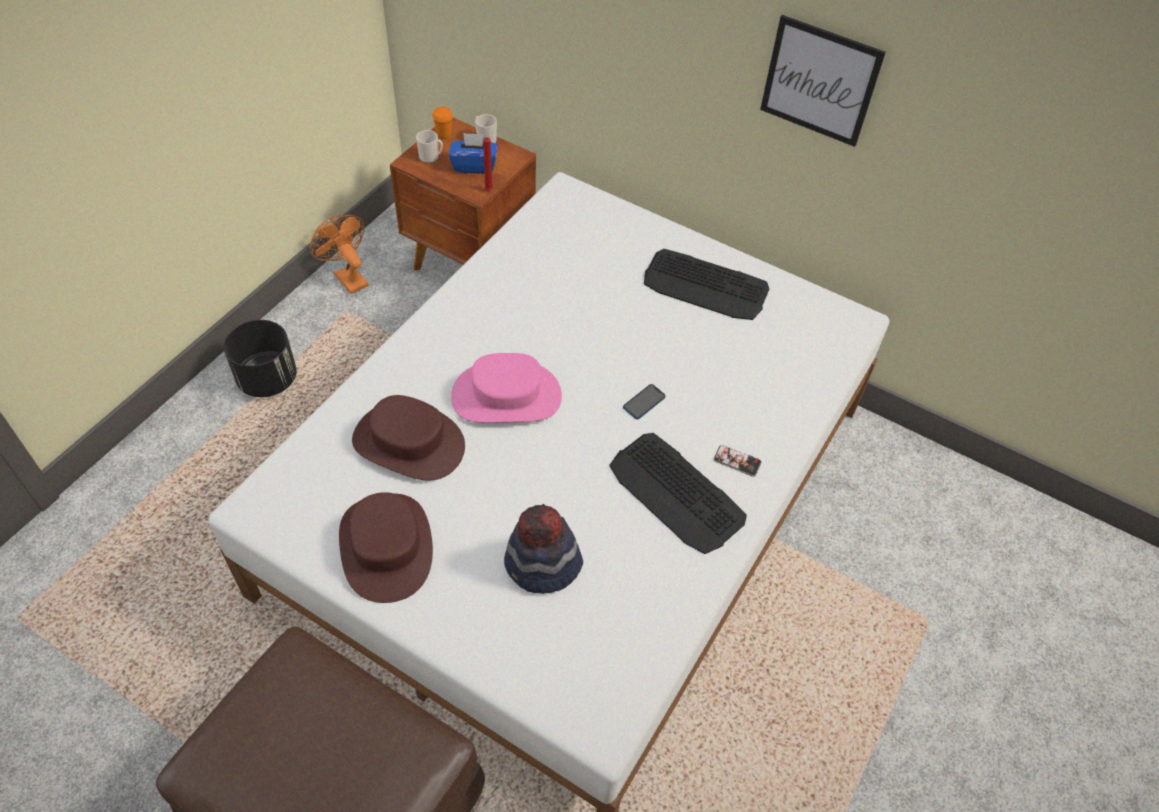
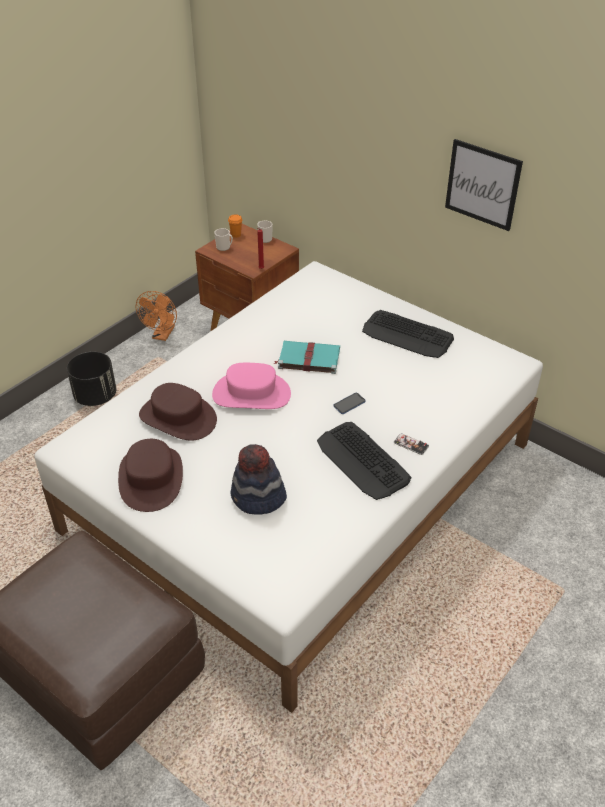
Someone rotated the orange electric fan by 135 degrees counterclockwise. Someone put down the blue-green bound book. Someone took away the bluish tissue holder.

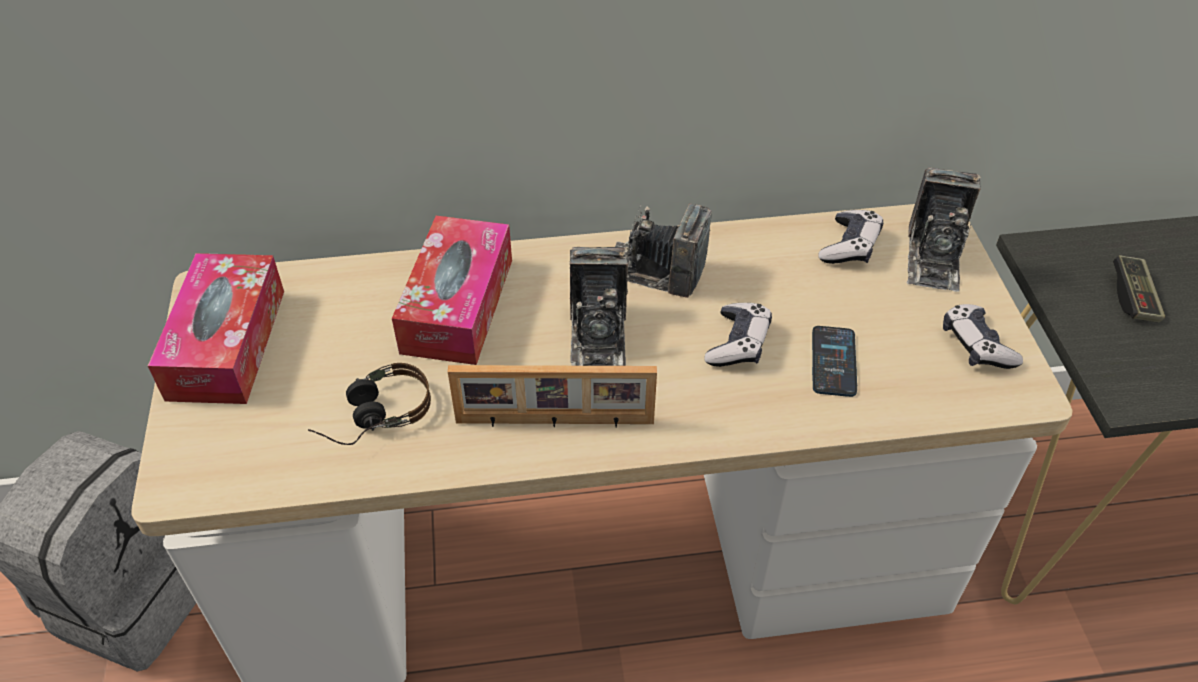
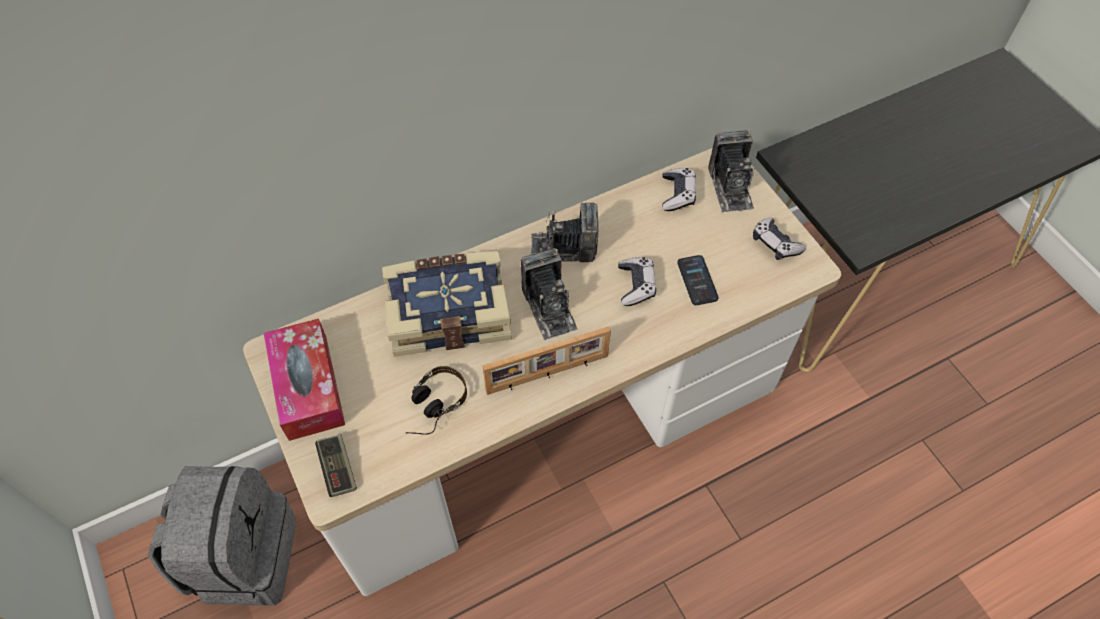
Someone carried the game controller (4th from left in the first image). Someone swapped the tissue holder (2nd from left) for the bound book.

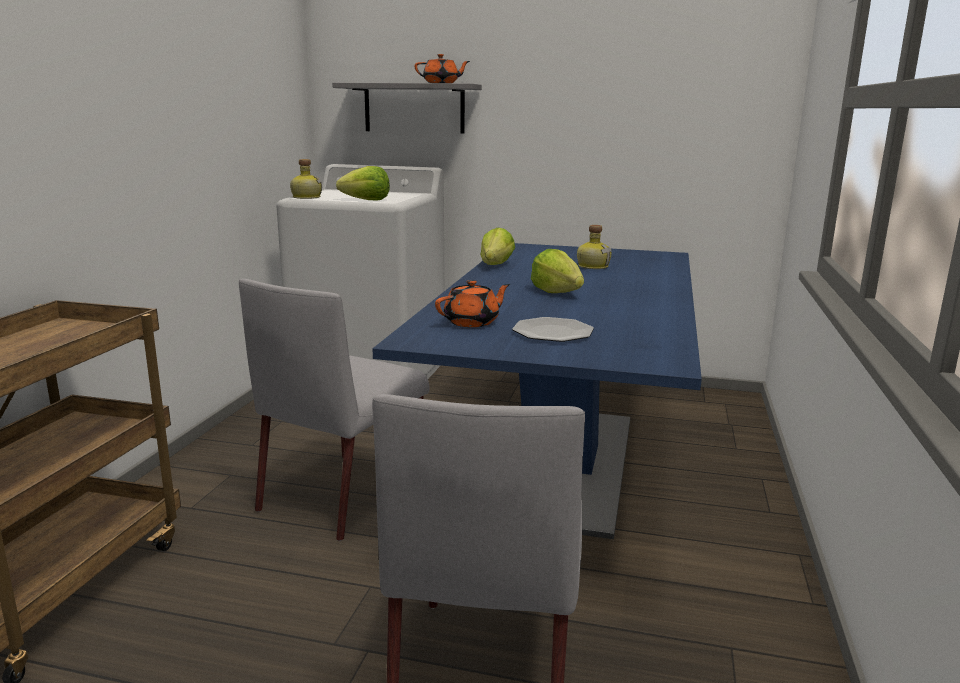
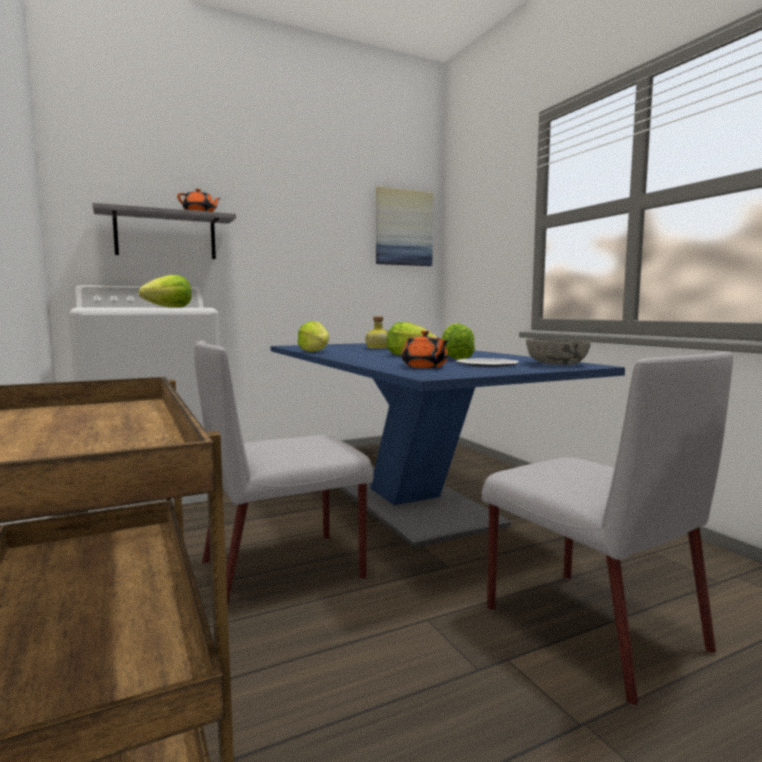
Someone rotated the greyish upright chair (1st from left) by 75 degrees clockwise. Someone put up the wall art. Someone rotated the orange tea pot (2nd from left) by 135 degrees clockwise. Someone put down the lettuce (4th from left). Someone put down the greyish bowl. Someone took away the drink bottle (1st from left).

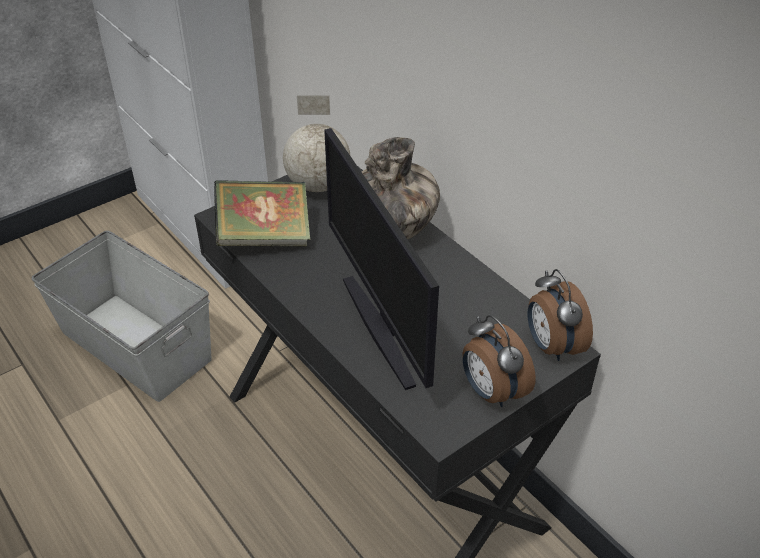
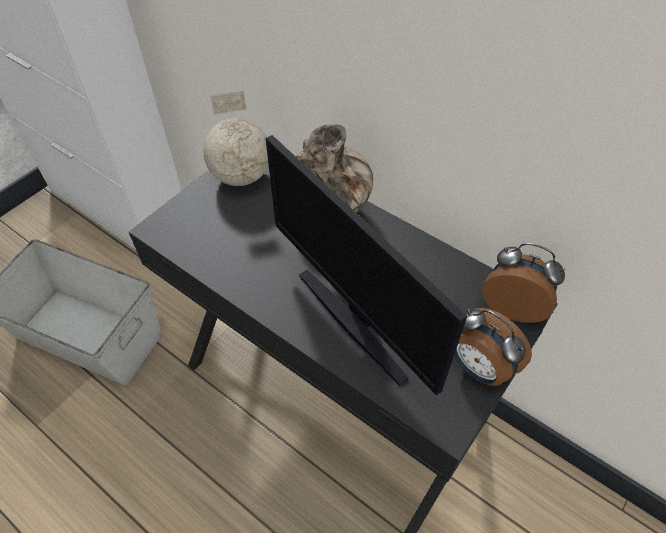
Someone rotated the alarm clock (2nd from left) by 150 degrees clockwise. Someone took away the bound book.

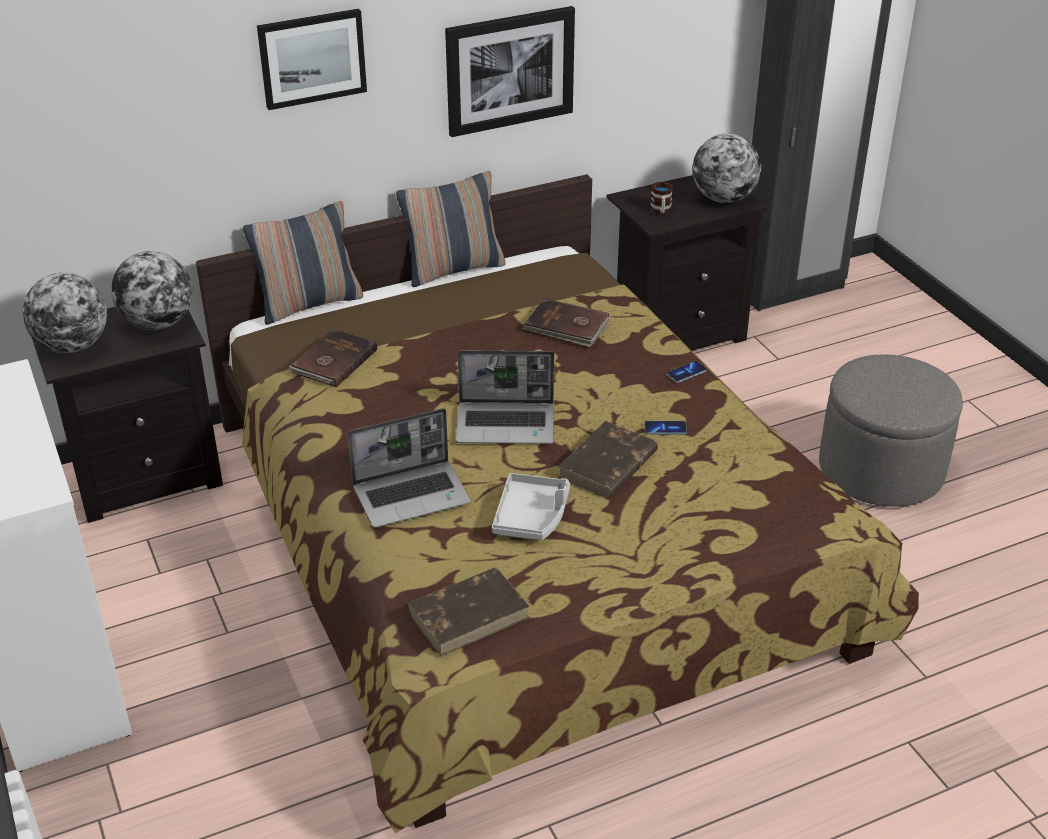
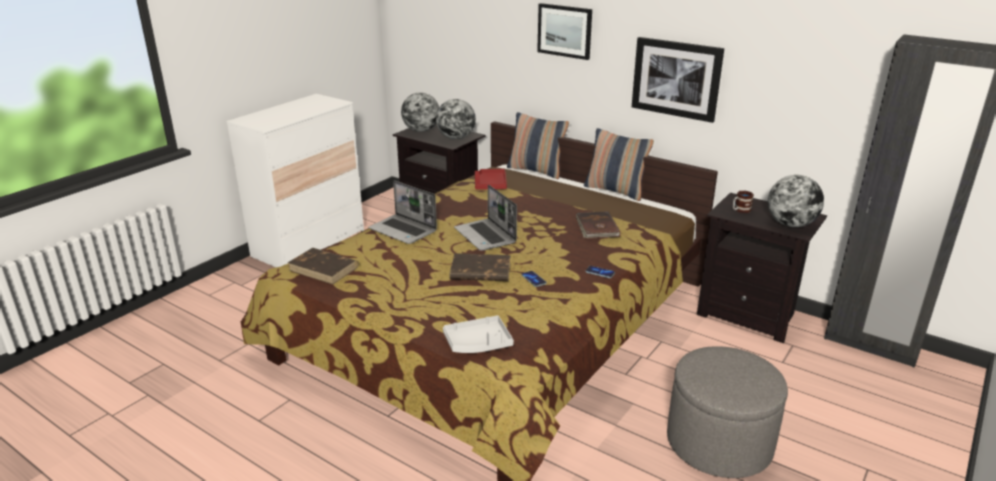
Someone carried the greyish serving tray. Someone swapped the brownish bound book (1st from left) for the red-coloured serving tray.

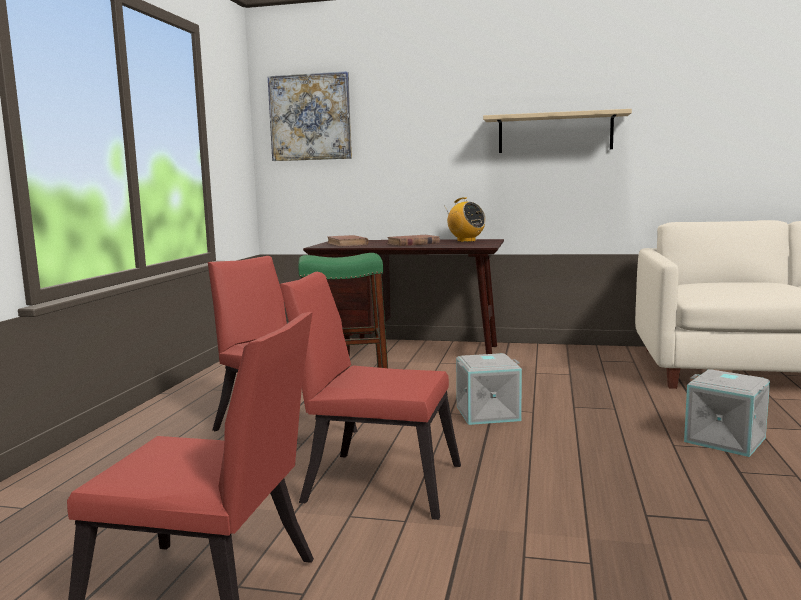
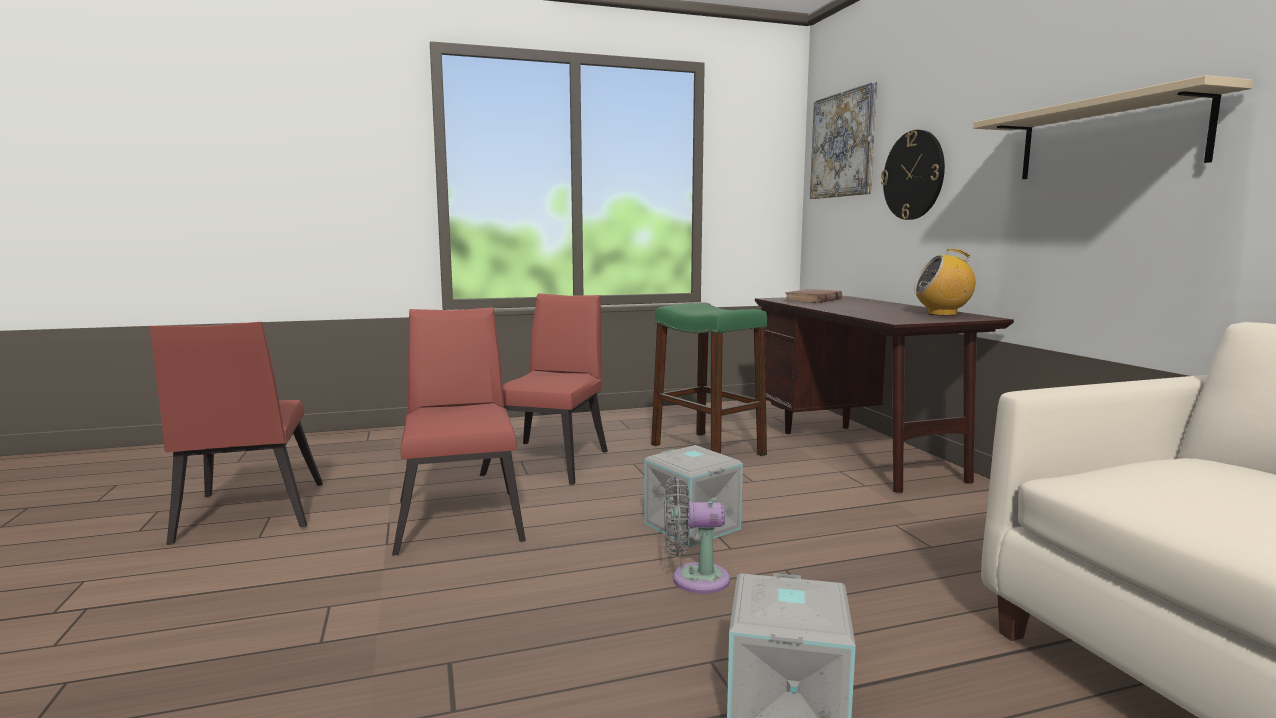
Someone put down the greyish electric fan. Someone put up the wall clock. Someone rotated the radio receiver by 75 degrees clockwise. Someone took away the brownish bound book (2nd from left).

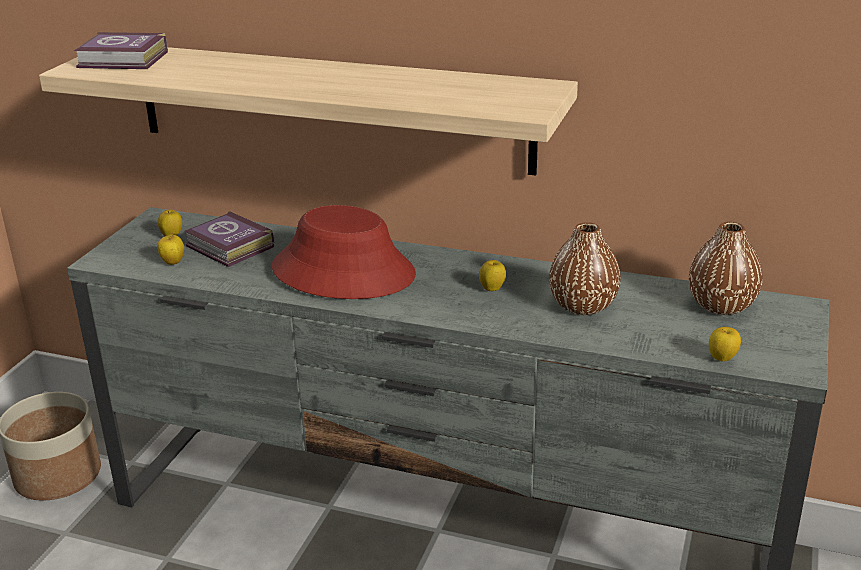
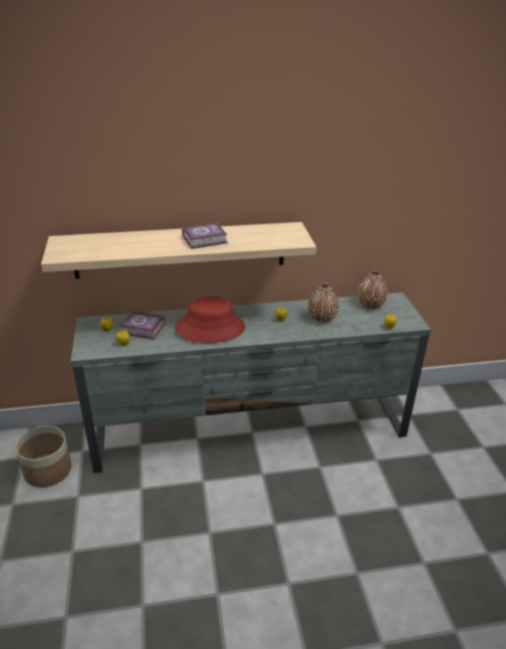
Someone carried the bound book (1st from left in the first image).

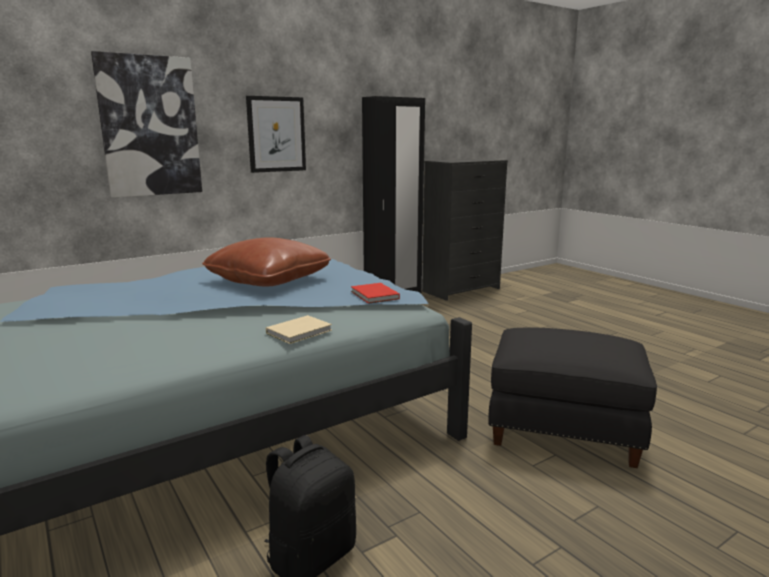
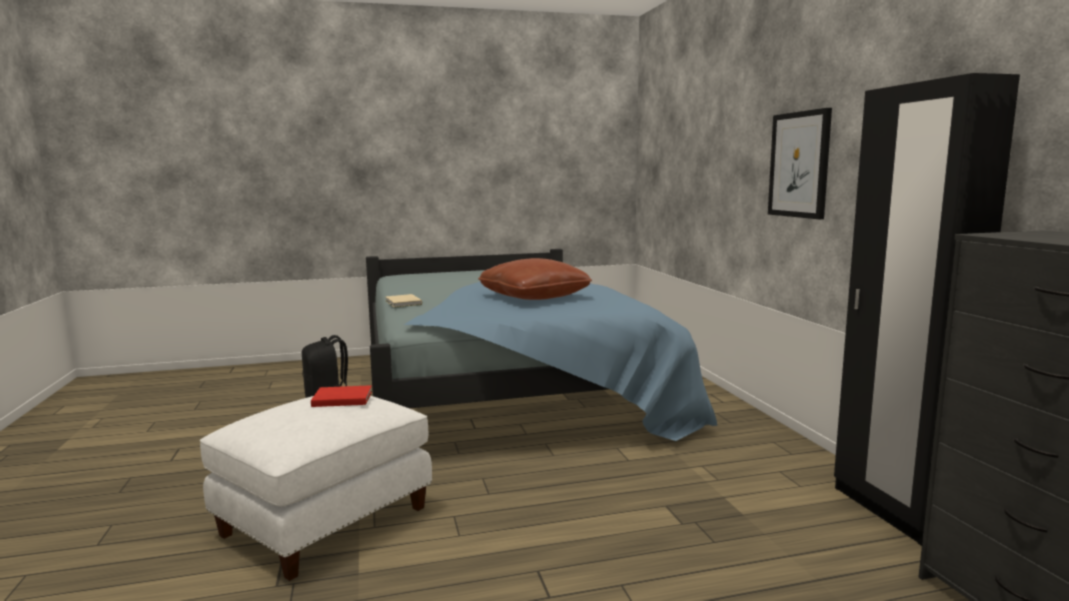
Someone repainted the black footrest, which became the white footrest. Someone carried the red-coloured bound book. Someone took away the wall art (1st from left).

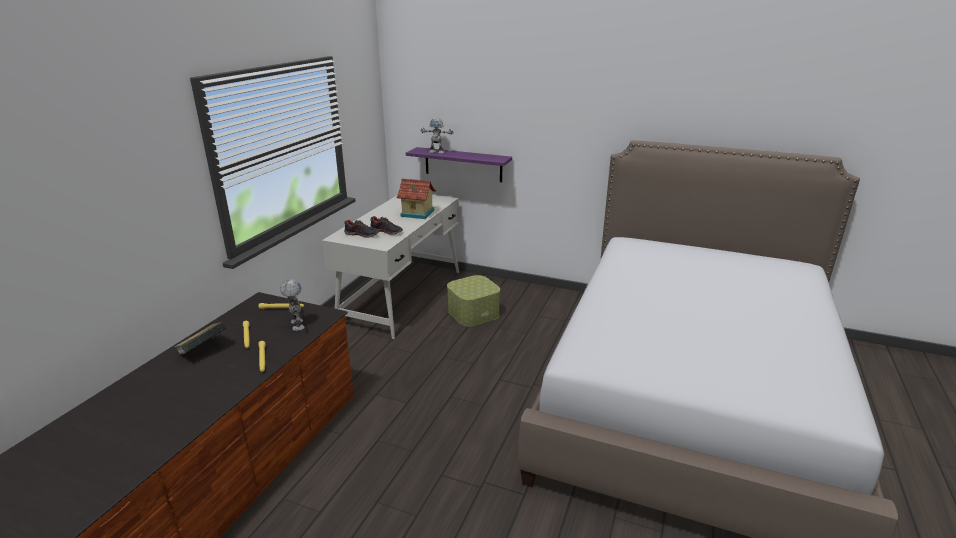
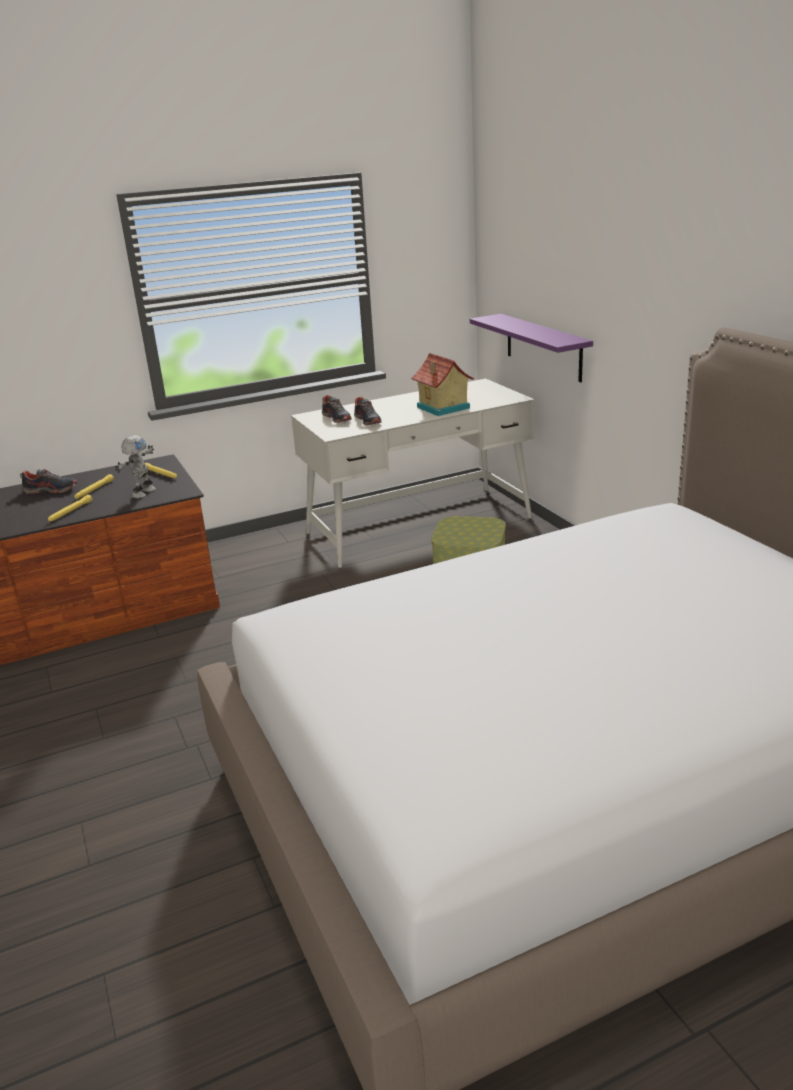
Someone swapped the bound book for the item of footwear (1st from left). Someone took away the model robot (2nd from left).

